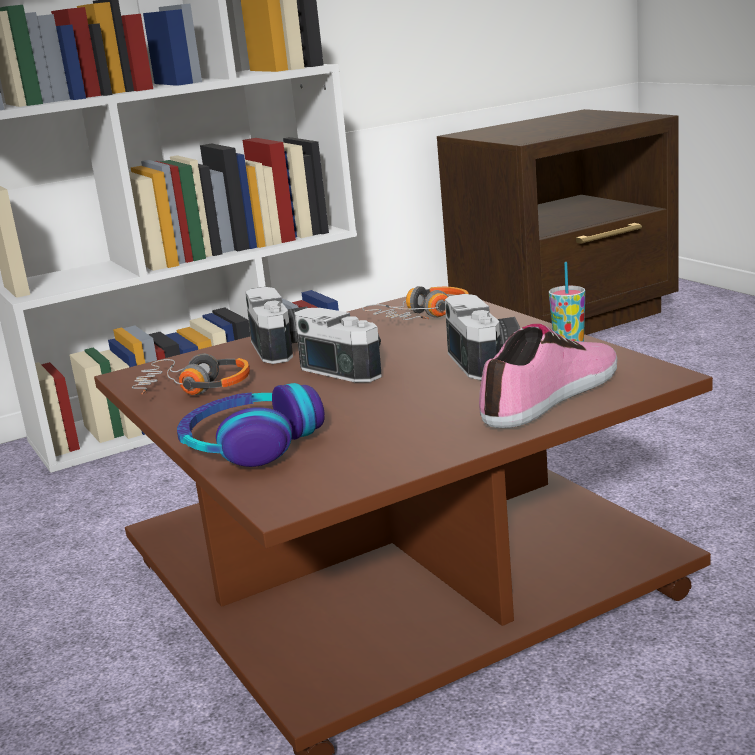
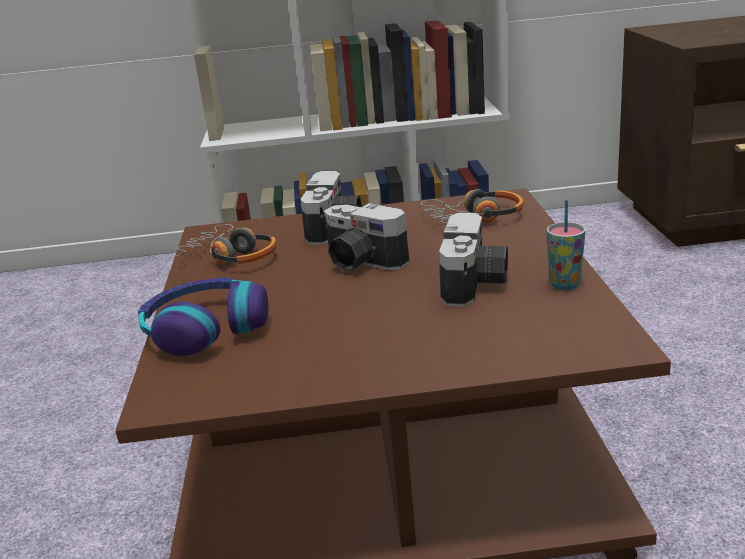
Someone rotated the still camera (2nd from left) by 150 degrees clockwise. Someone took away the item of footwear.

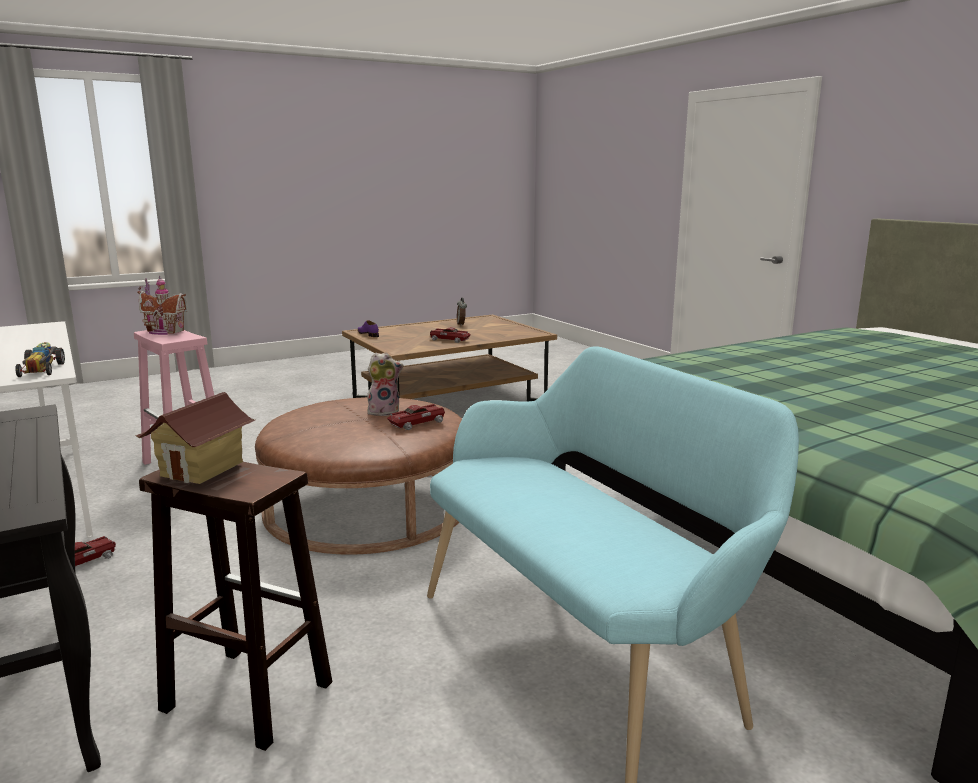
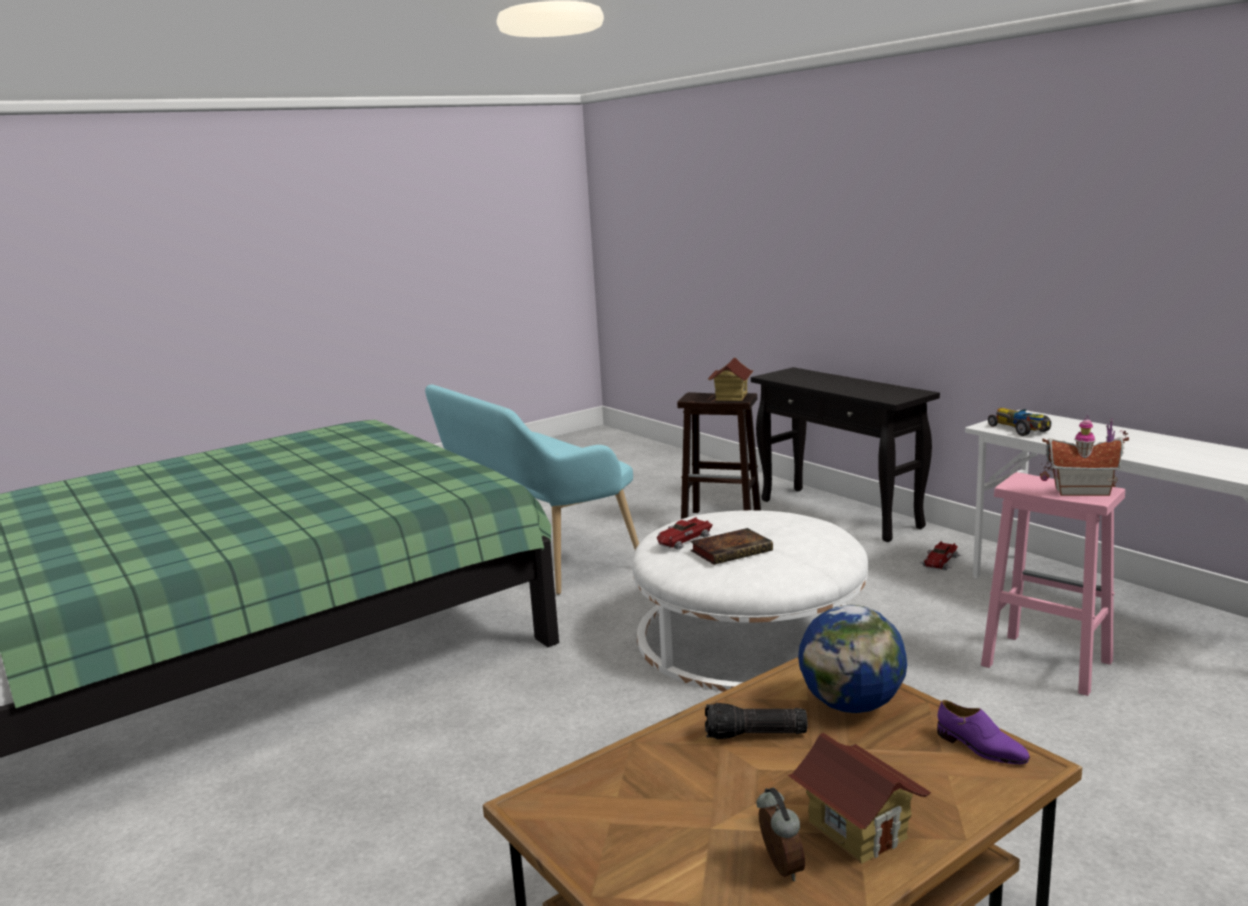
Someone repainted the brownish footrest, which became the white footrest. Someone swapped the plush toy for the bound book. Someone swapped the miniature car (4th from left) for the flashlight. Someone put down the toy house (2nd from left). Someone put down the desk globe.

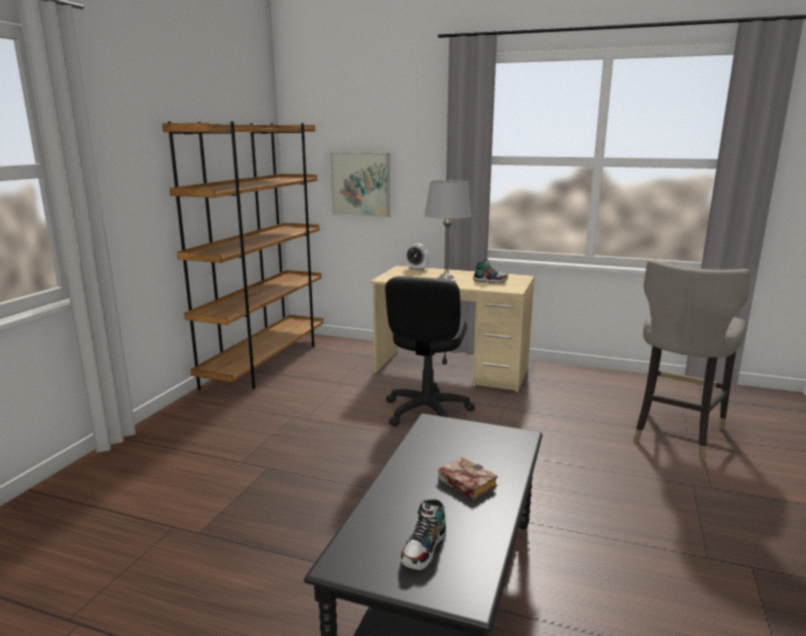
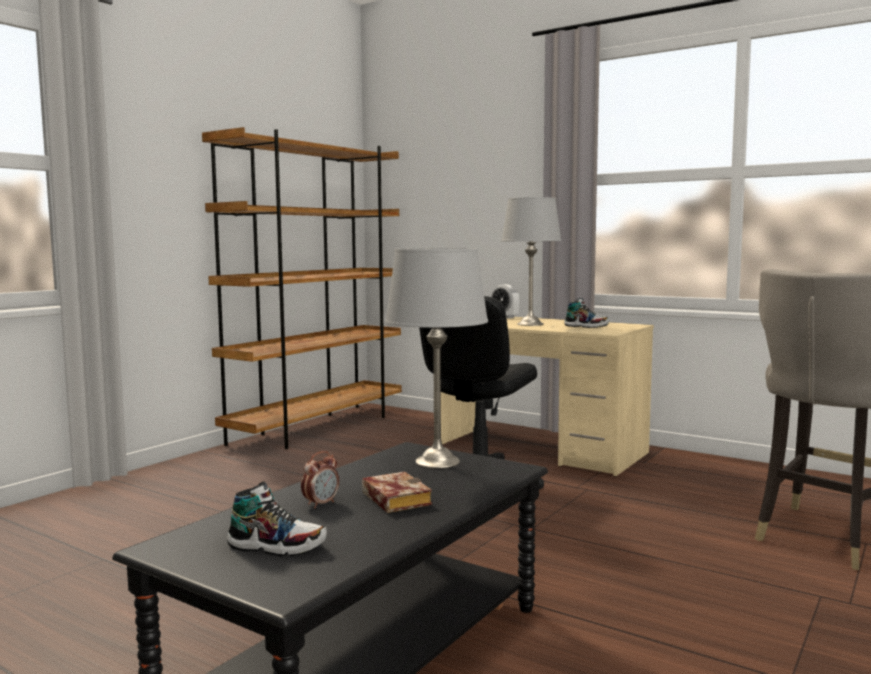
Someone rotated the item of footwear (1st from left) by 120 degrees counterclockwise. Someone put down the alarm clock (1st from left). Someone put down the greyish table lamp (1st from left). Someone took away the wall art.

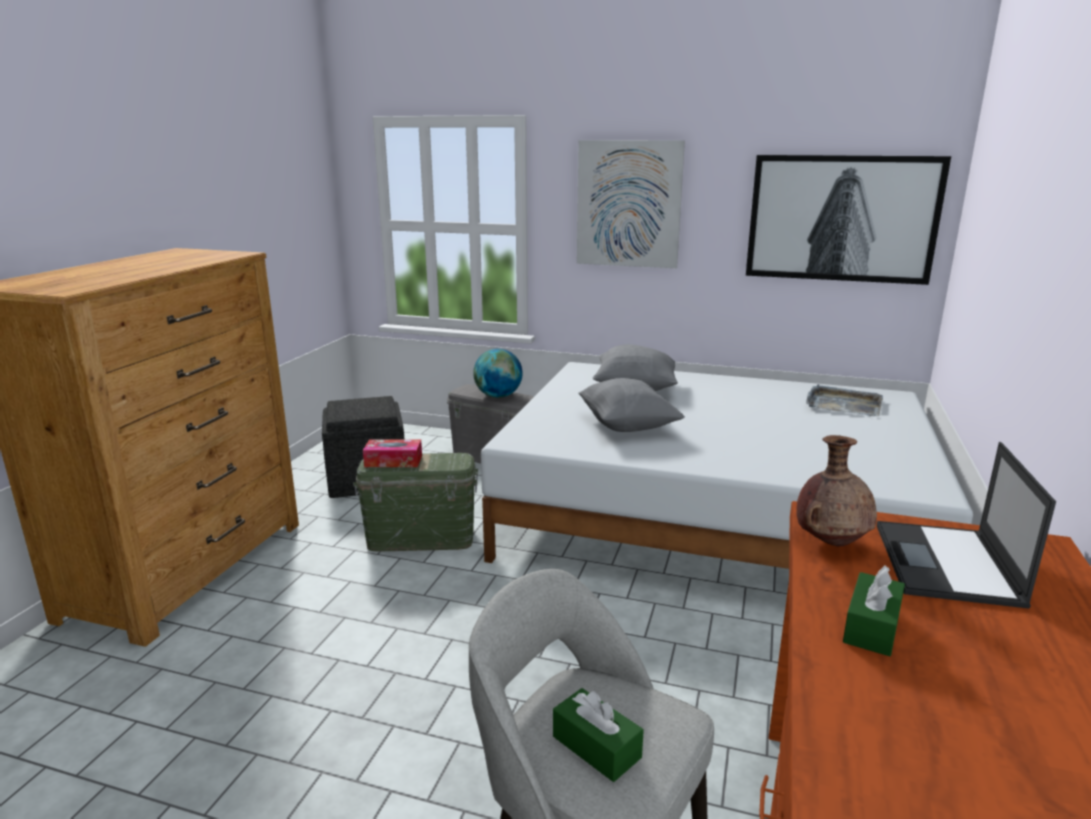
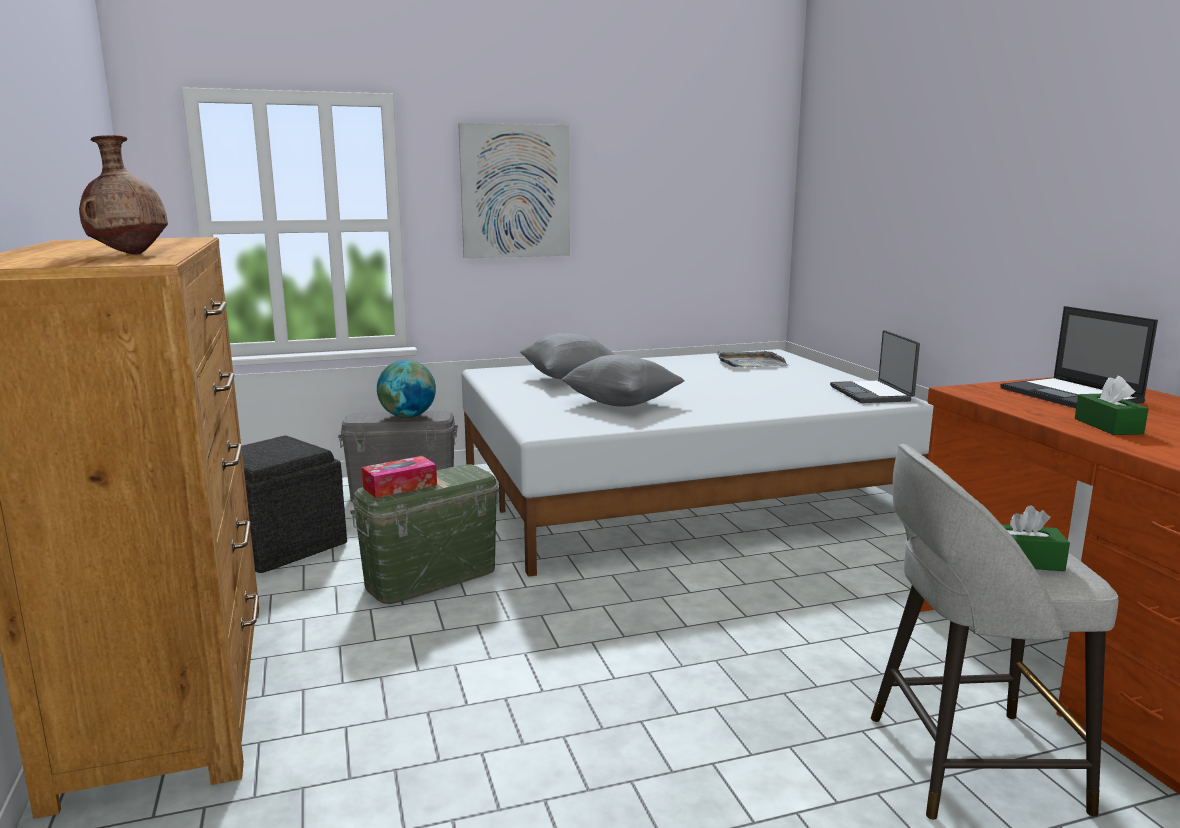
Someone carried the brownish flower vase. Someone put down the portable computer (1st from left). Someone took away the wall art (2nd from left).

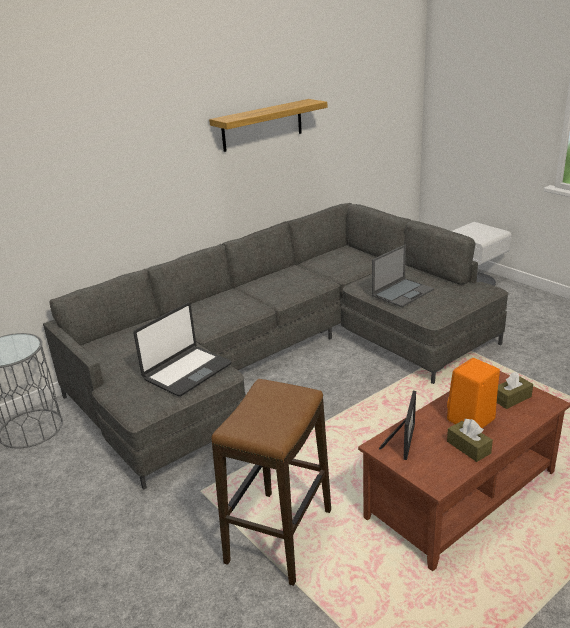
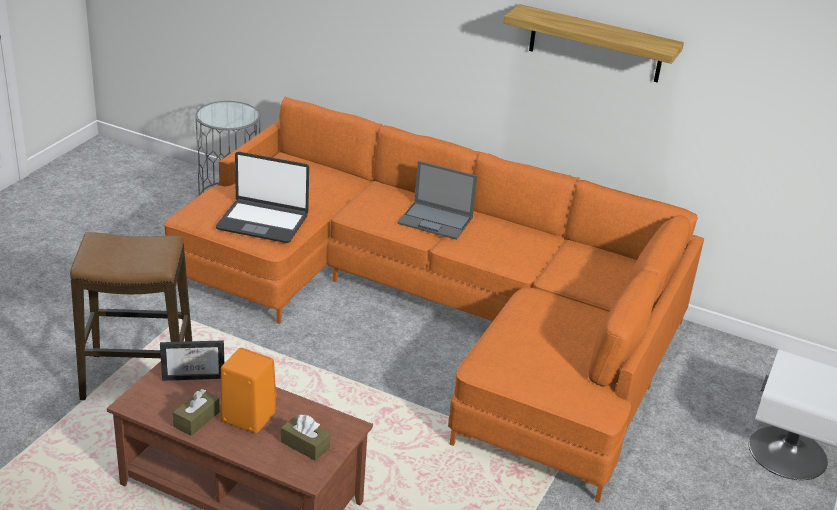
Someone repainted the greyish sofa, which became the orange sofa. Someone carried the portable computer (2nd from left).

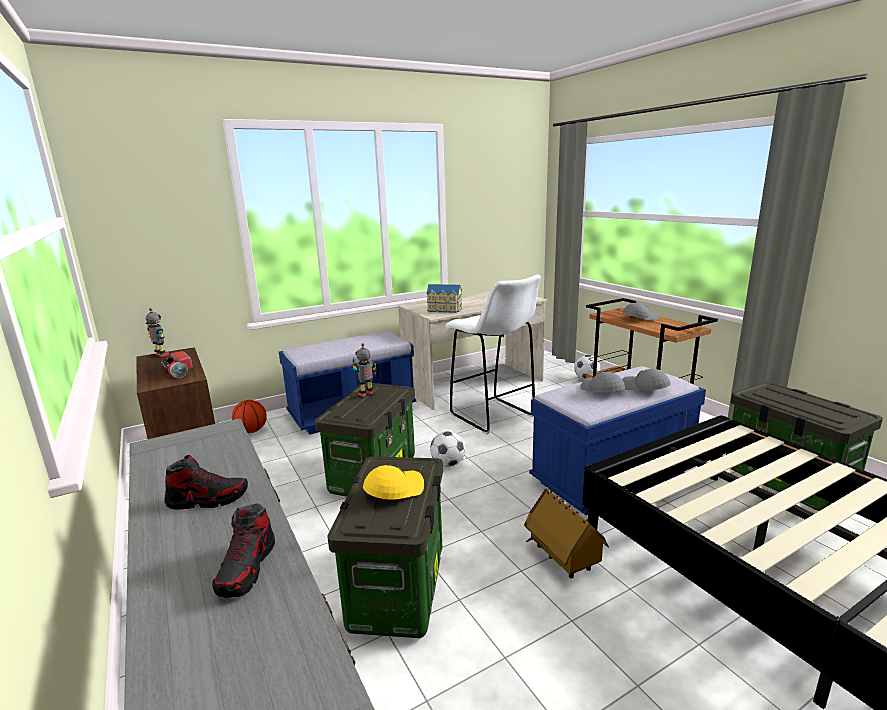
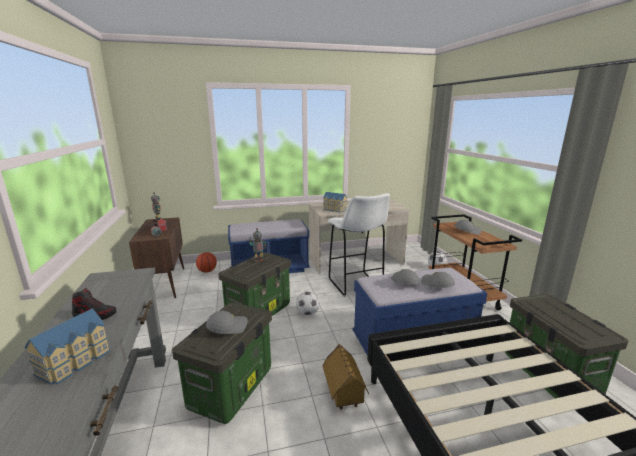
Someone swapped the item of footwear (2nd from left) for the toy house (1st from left). Someone repainted the yellowish cap, which became the greyish cap (1st from left).

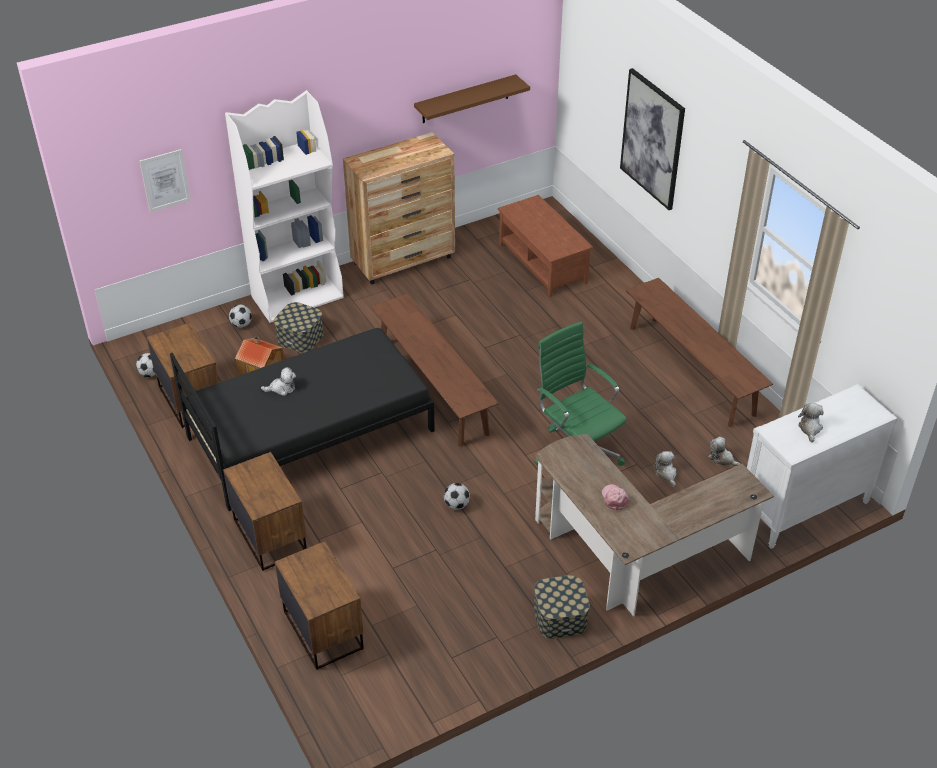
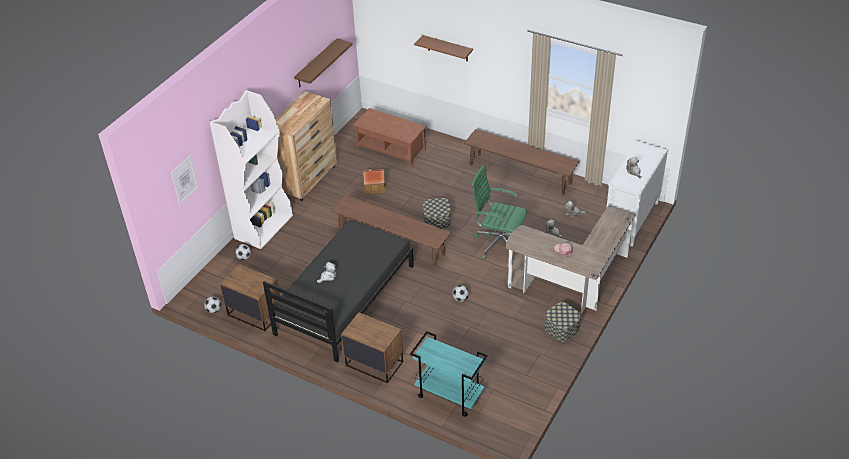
Someone carried the toy house. Someone swapped the brownish bedside table (3rd from left) for the blue-green trolley. Someone swapped the wall art (2nd from left) for the brownish wall shelf (2nd from left). Someone carried the storage box (1st from left).

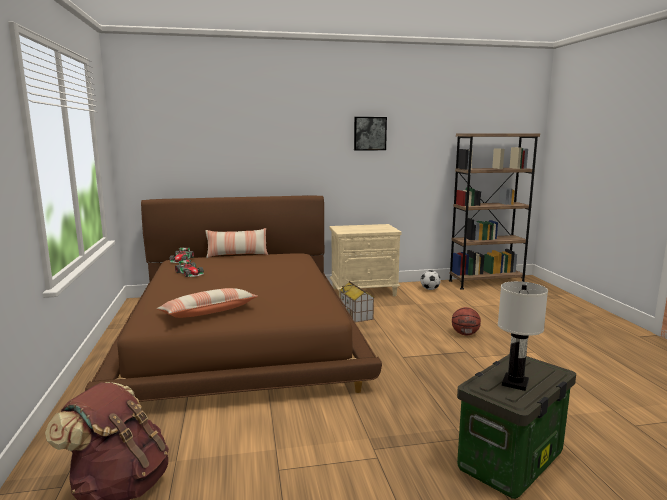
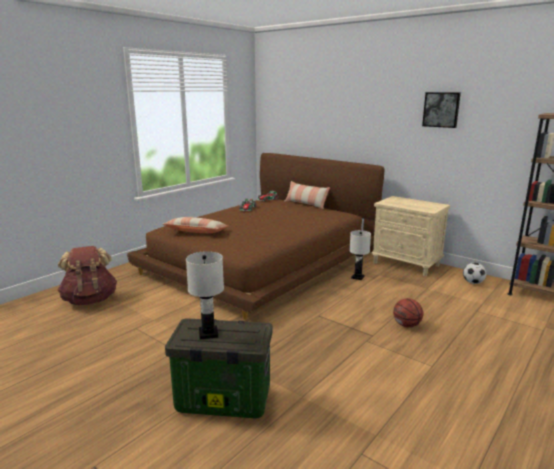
Someone swapped the toy house for the white table lamp (2nd from left).

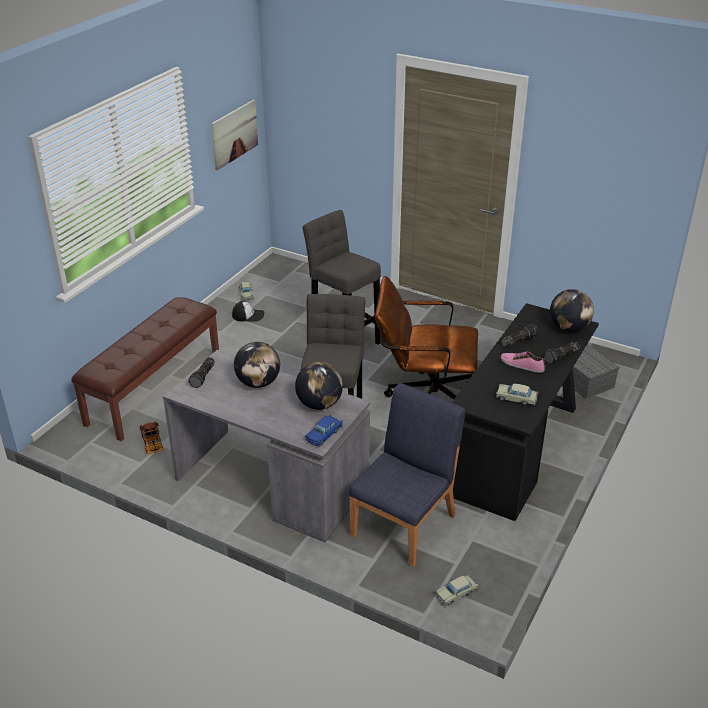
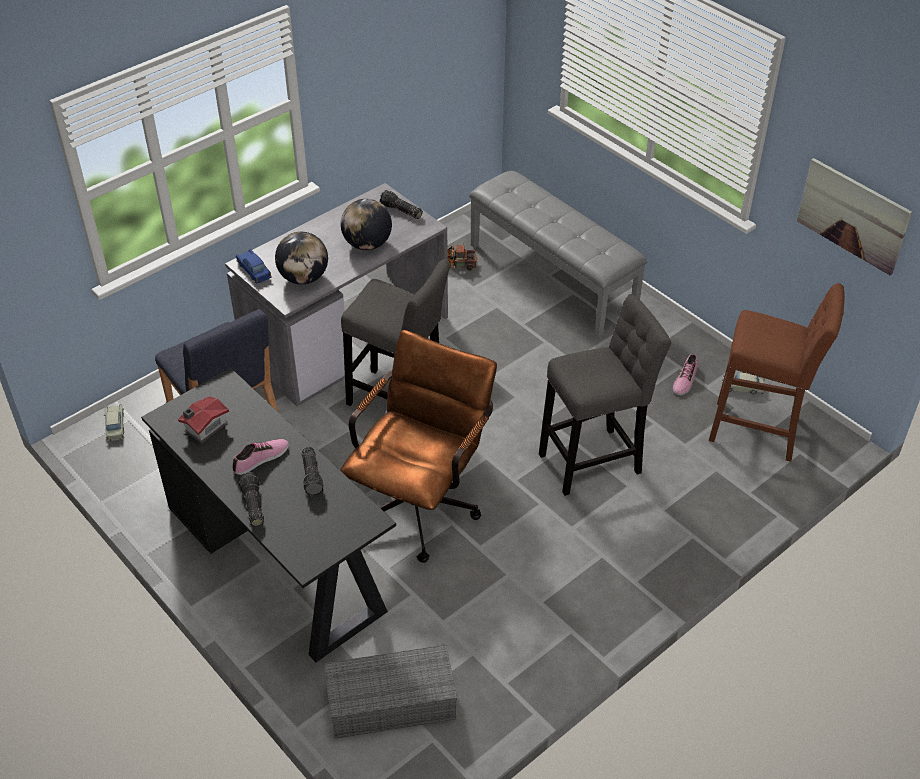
Someone swapped the sand-coloured miniature car (3rd from left) for the toy house. Someone repainted the brownish bench, which became the greyish bench. Someone swapped the cap for the item of footwear (2nd from left). Someone put down the brownish sitting stool. Someone took away the desk globe (3rd from left).

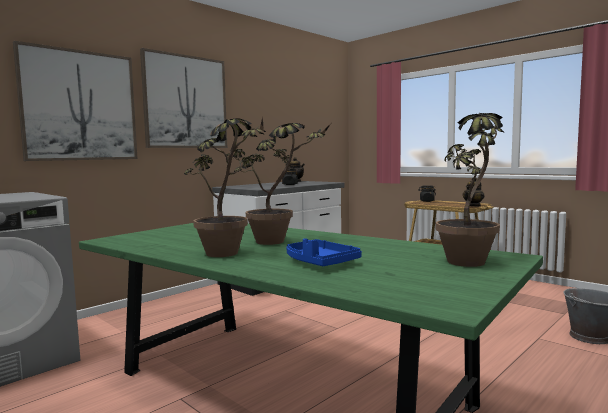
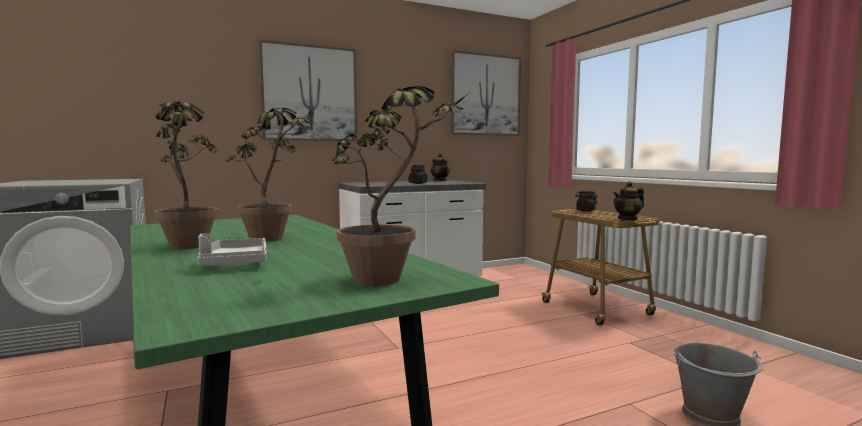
Someone repainted the bluish serving tray, which became the greyish serving tray. Someone carried the wall art (1st from left in the first image).

